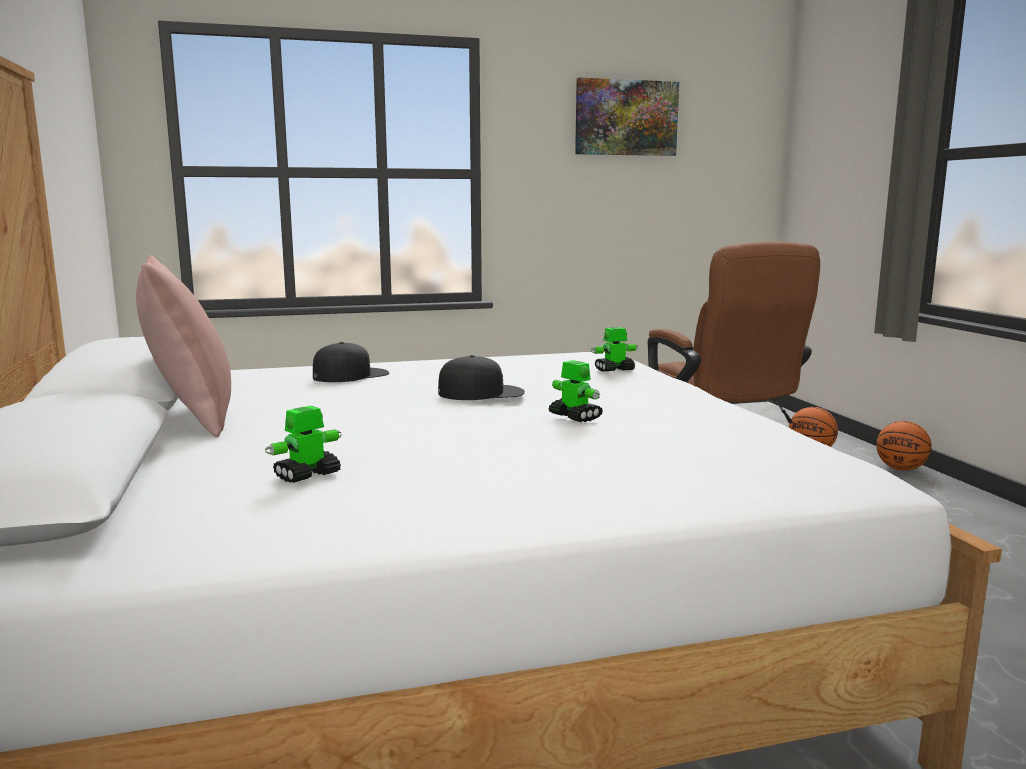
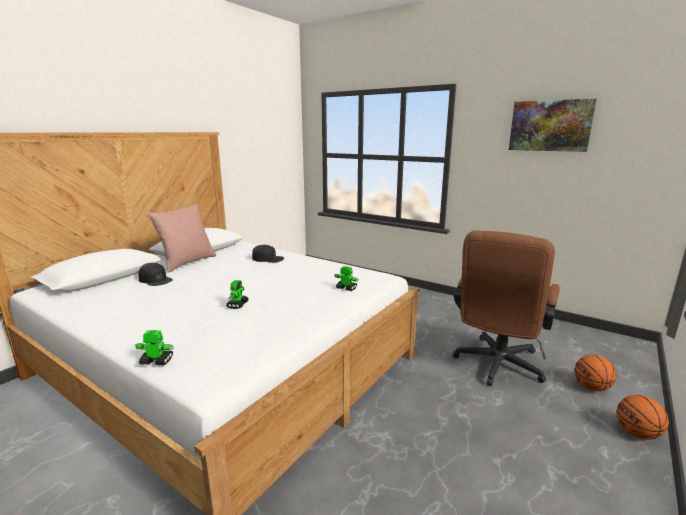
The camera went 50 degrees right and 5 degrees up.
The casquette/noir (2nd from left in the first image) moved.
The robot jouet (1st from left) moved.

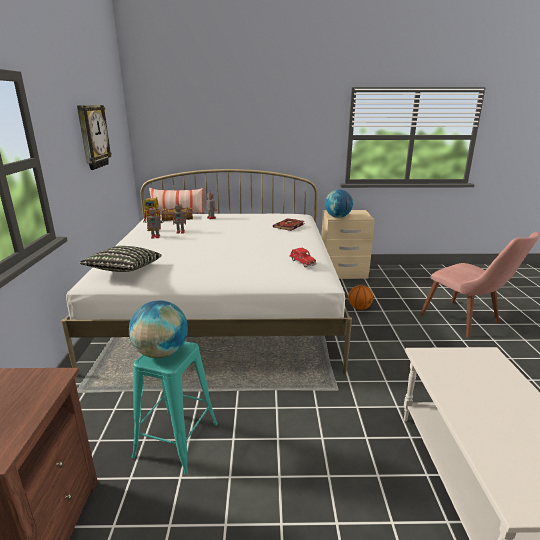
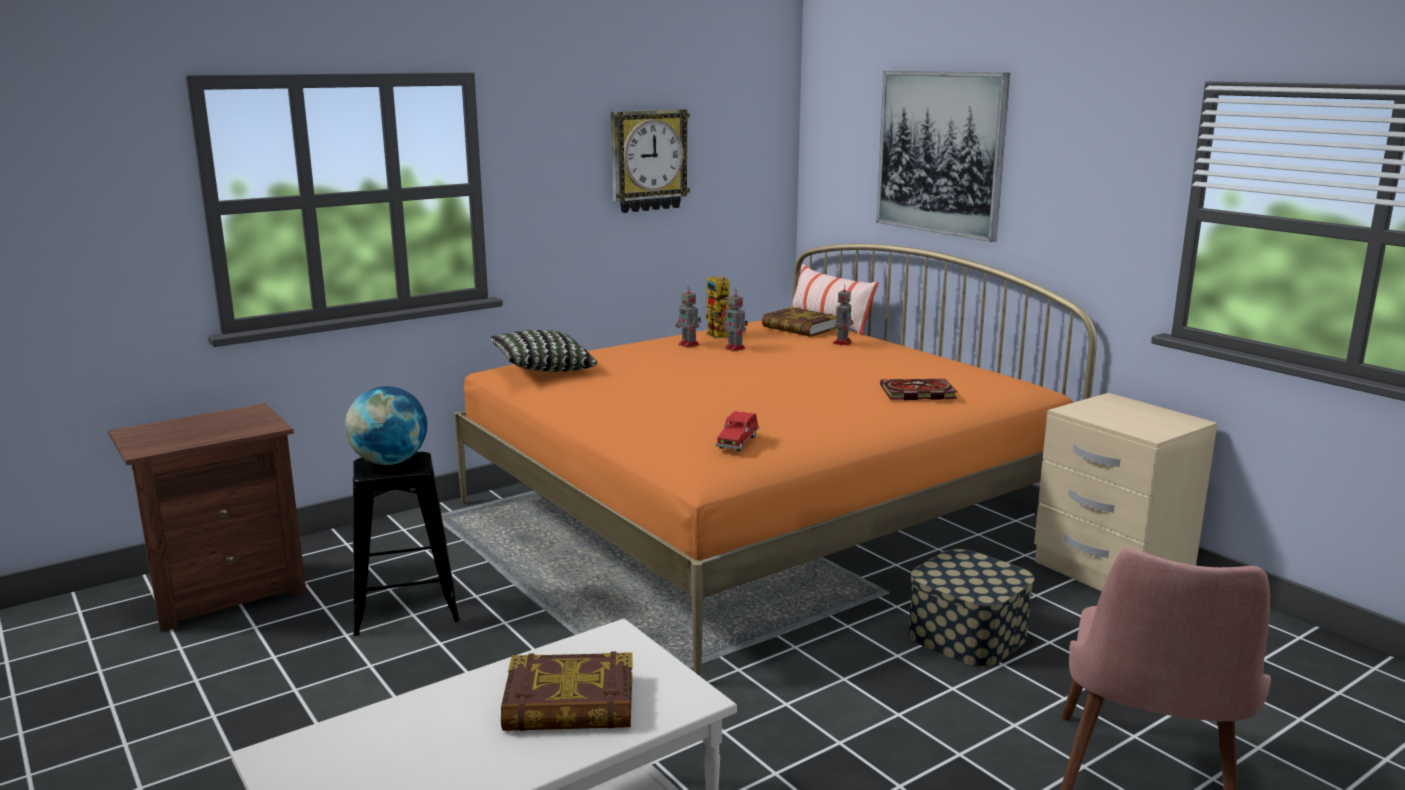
The camera went 55 degrees right and 5 degrees down.
The lit/blanc became the lit/orange.
The globe (2nd from left) disappeared.
The ballon de basket was replaced by the boîte de rangement.
The tabouret/turquoise became the tabouret/noir.
The tableau appeared.
The livre (1st from left) appeared.

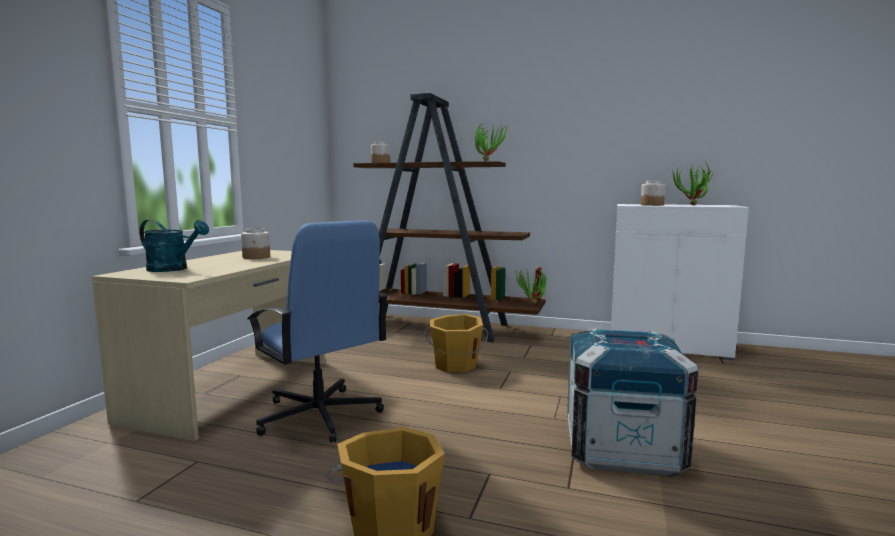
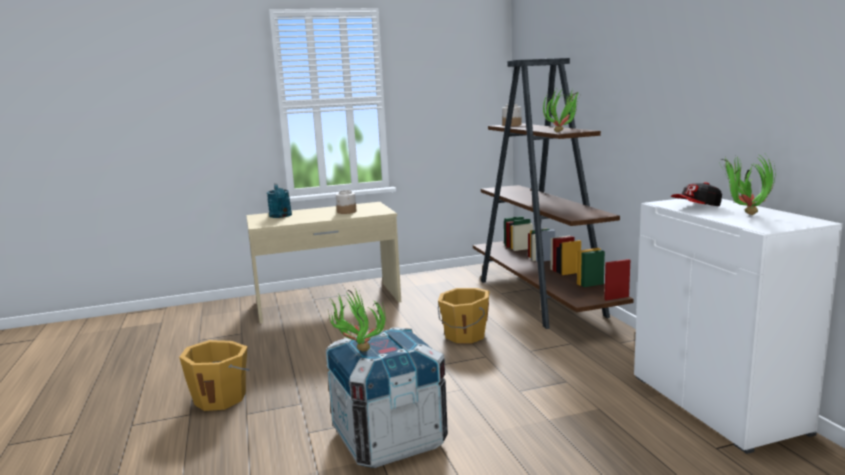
The camera went 55 degrees right and 5 degrees up.
The bocal (3rd from left) was replaced by the casquette.
The chaise de bureau/bleu disappeared.
The plante en pot (2nd from left in the first image) moved.

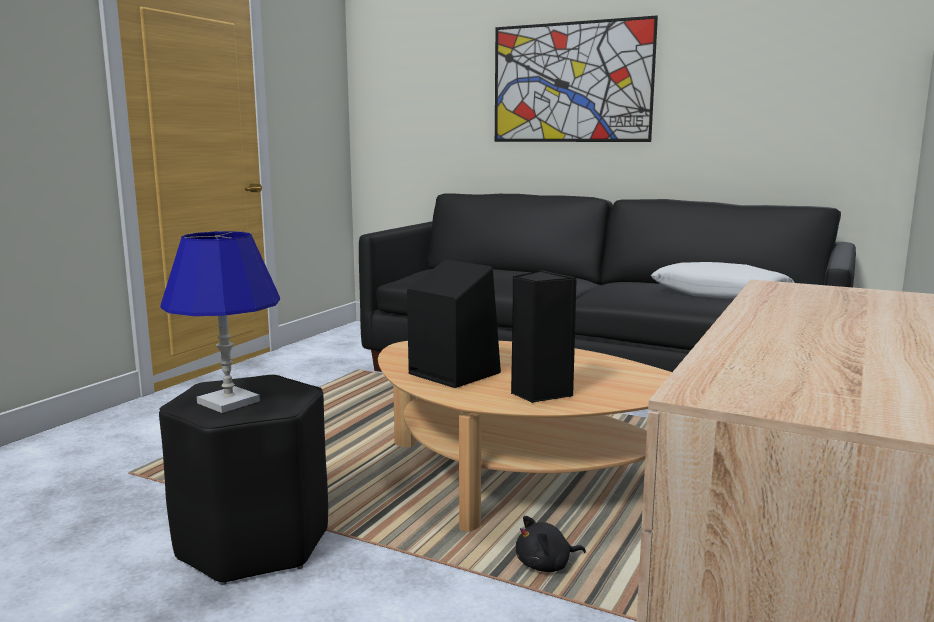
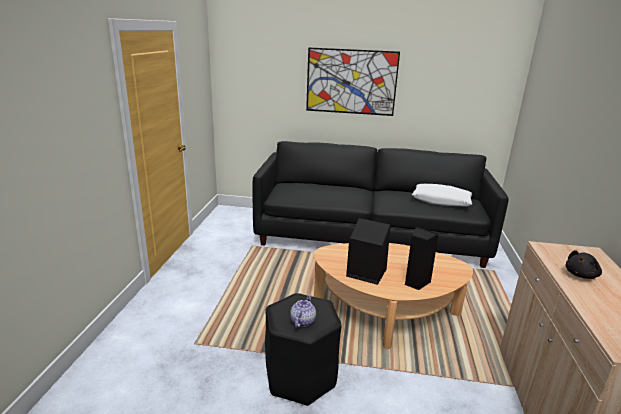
The camera went 20 degrees left and 10 degrees up.
The lampe de table/bleu was replaced by the théière.
The peluche/noir moved.

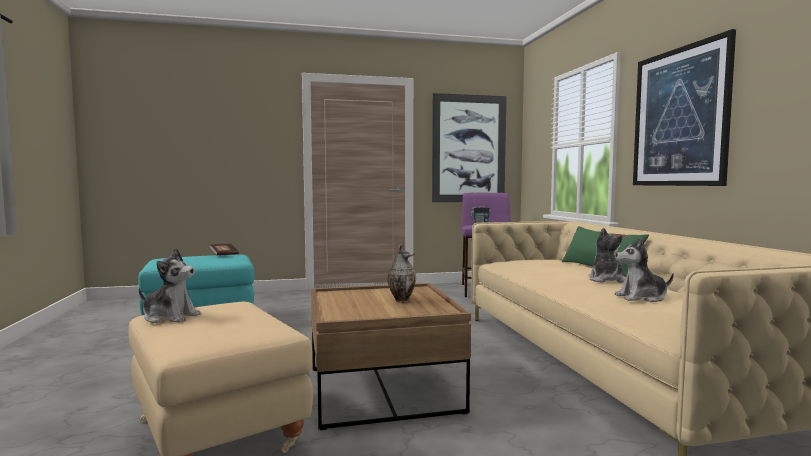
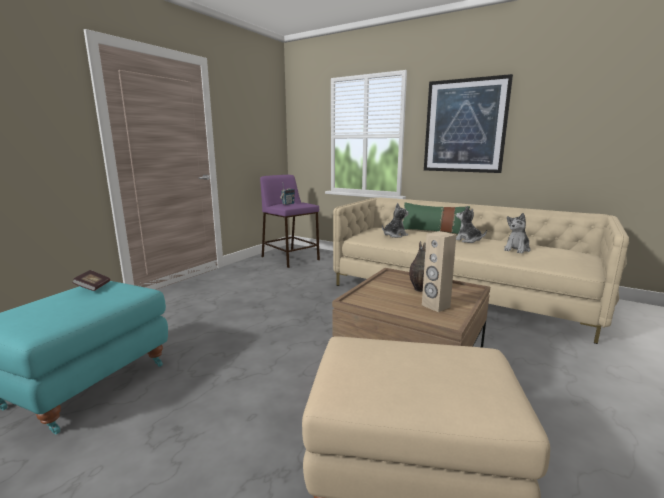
The camera went 45 degrees left and 10 degrees up.
The tableau (1st from left) disappeared.
The peluche (1st from left) moved.
The enceinte/beige appeared.

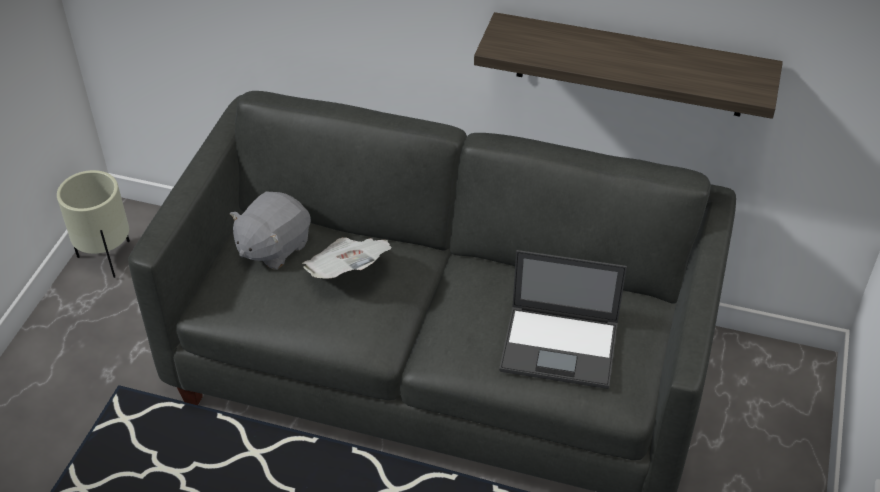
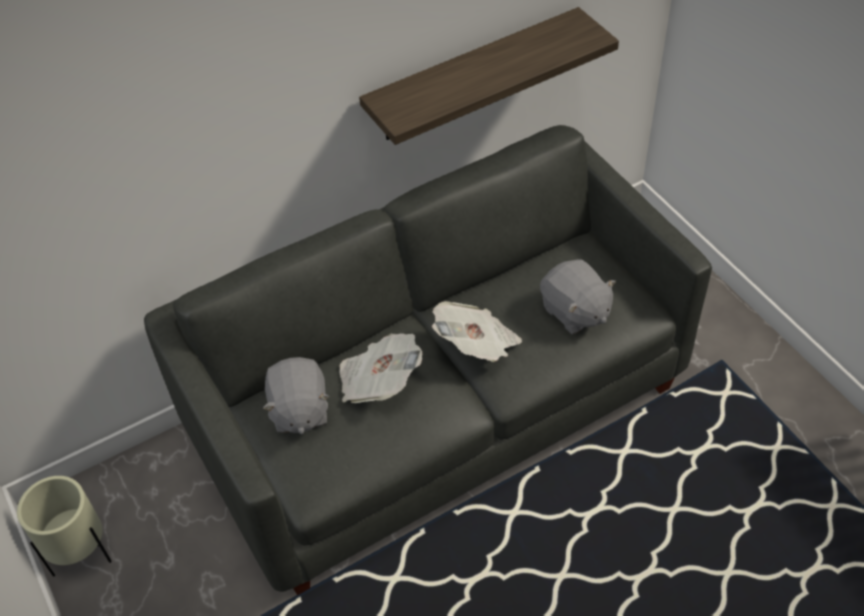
The camera went 45 degrees left and 5 degrees up.
The ordinateur portable was replaced by the peluche/gris (2nd from left).
The journal (2nd from left) appeared.

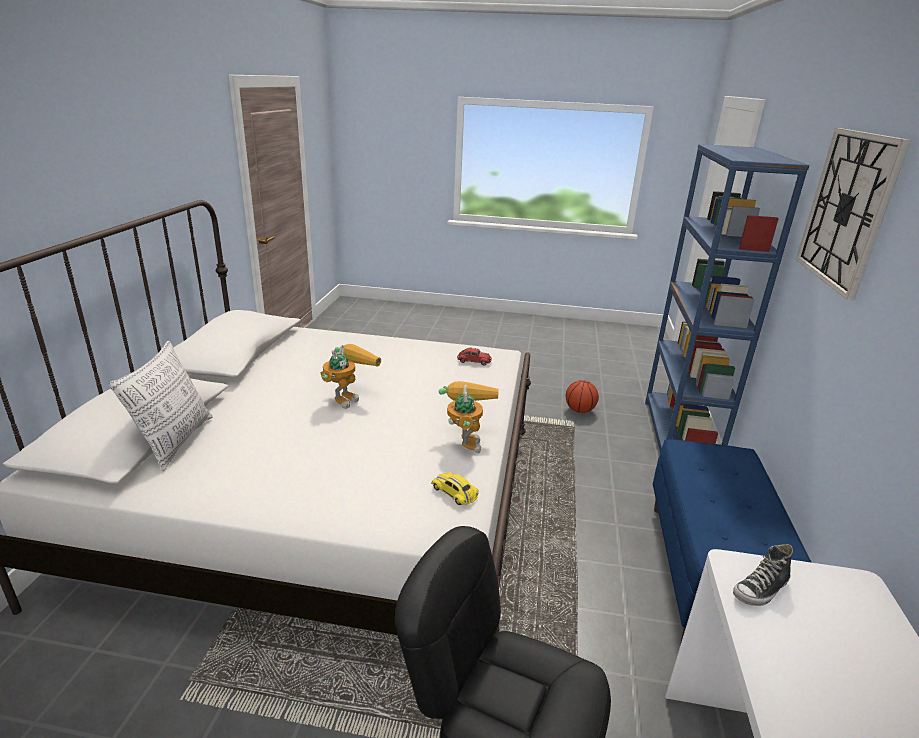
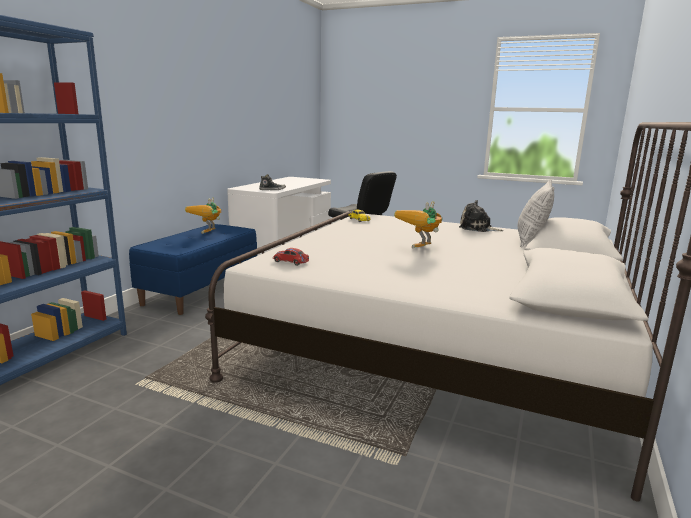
The camera went 165 degrees left and 10 degrees down.
The horloge murale disappeared.
The ballon de basket disappeared.
The robot jouet (2nd from left in the first image) moved.
The peluche appeared.

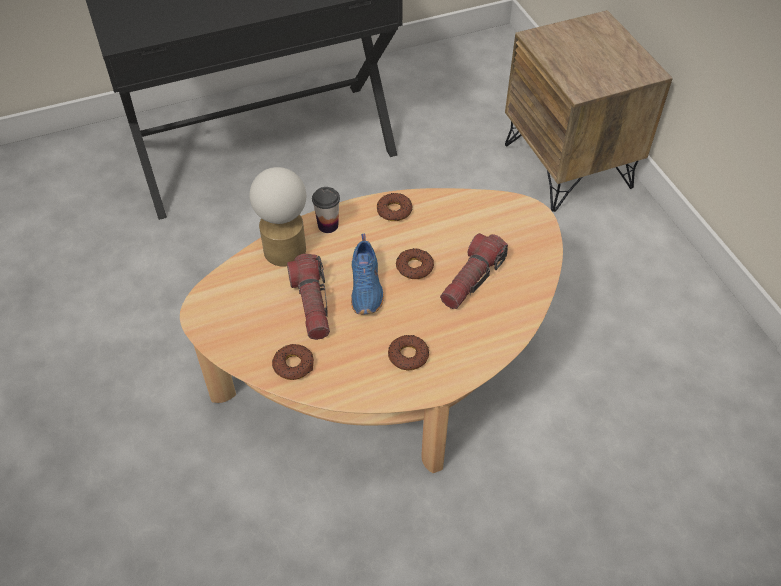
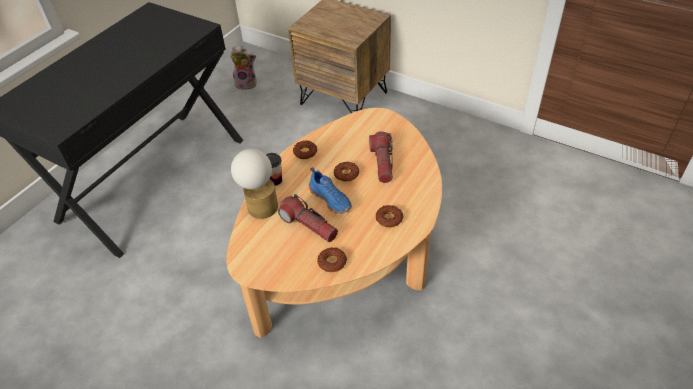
The camera went 35 degrees left and 5 degrees down.
The peluche appeared.

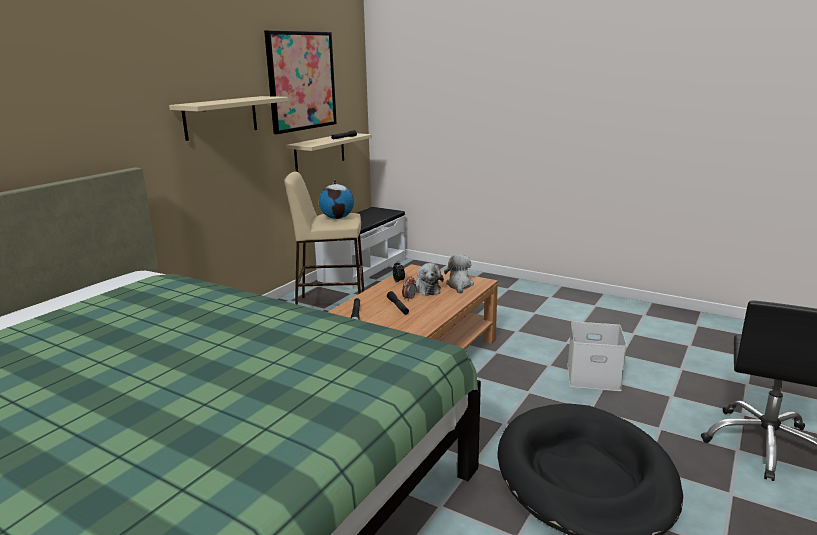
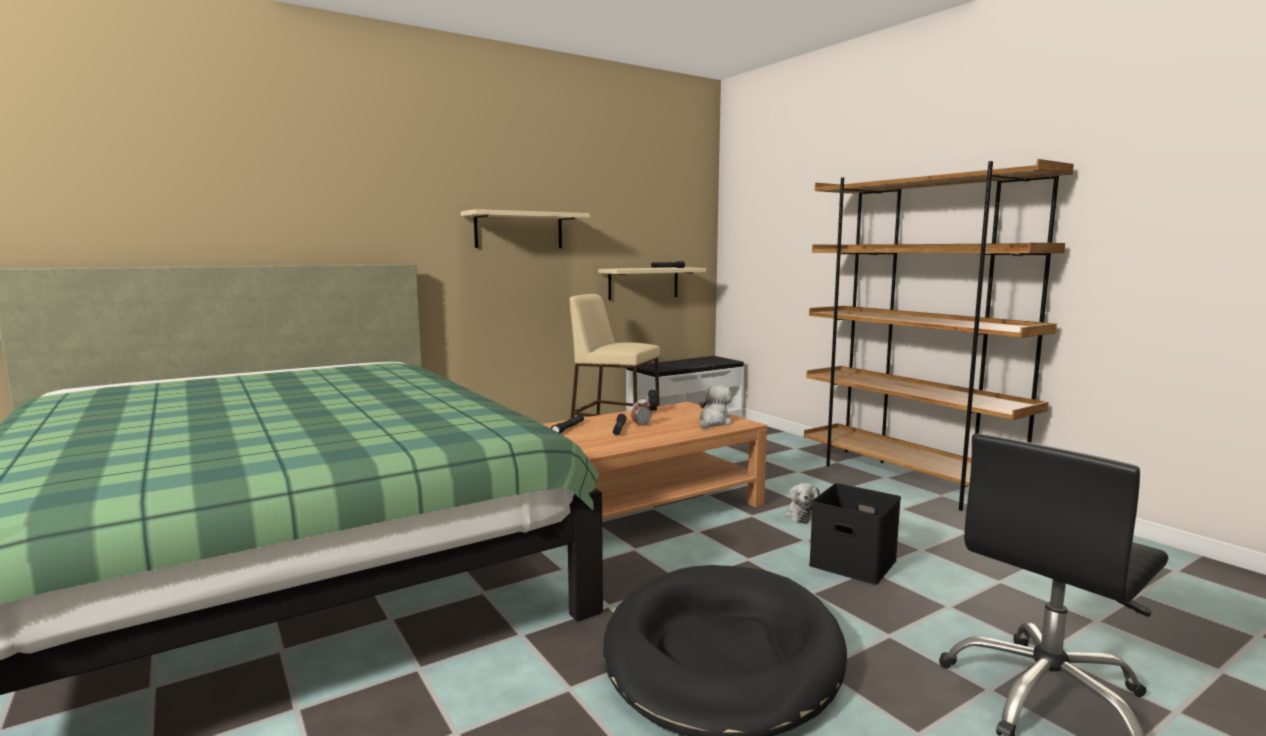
The camera went 25 degrees right and 10 degrees down.
The tableau disappeared.
The globe disappeared.
The peluche (1st from left in the first image) moved.
The boîte de rangement/blanc became the boîte de rangement/noir.
The bibliothèque/marron appeared.

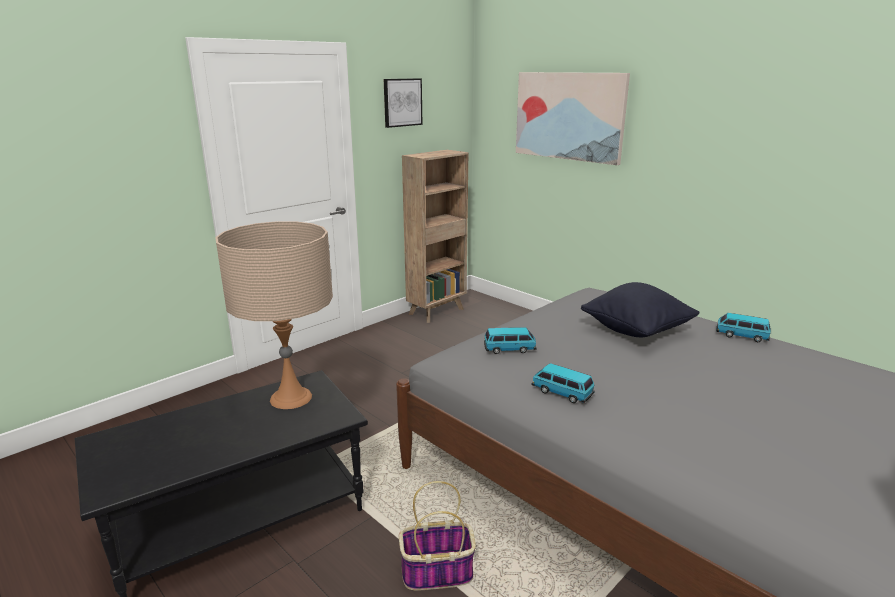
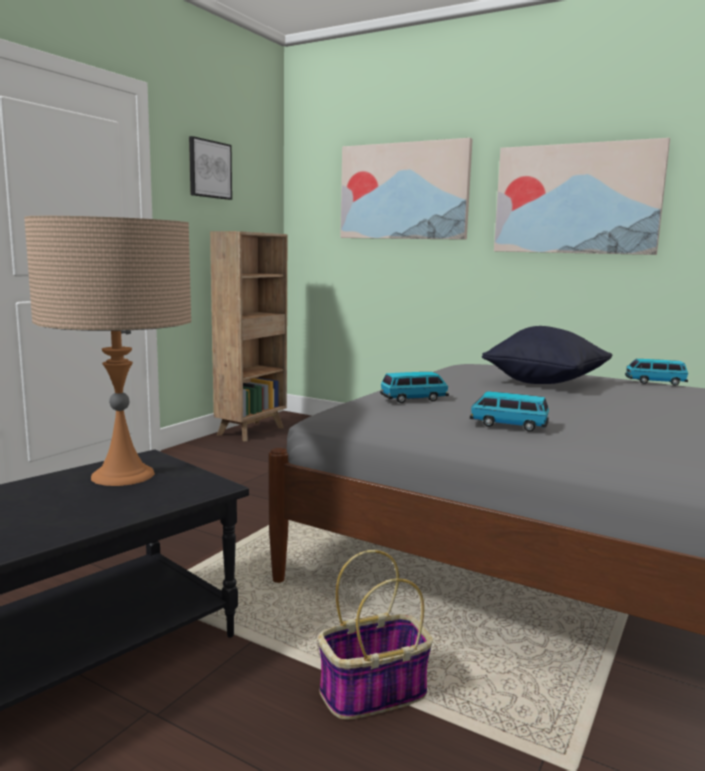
The camera went 15 degrees left and 10 degrees down.
The tableau (3rd from left) appeared.

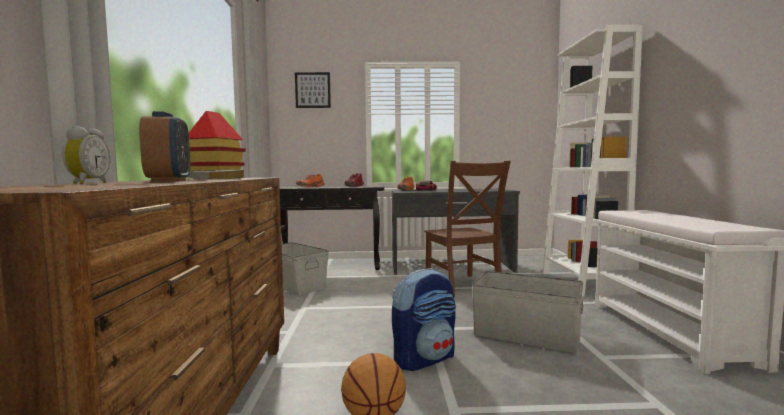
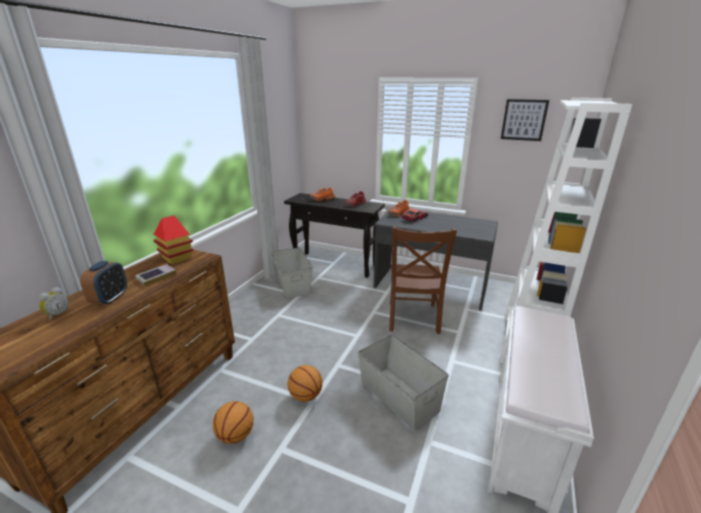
The camera went 25 degrees right and 20 degrees up.
The tableau moved.
The sac à dos was replaced by the ballon de basket (2nd from left).

